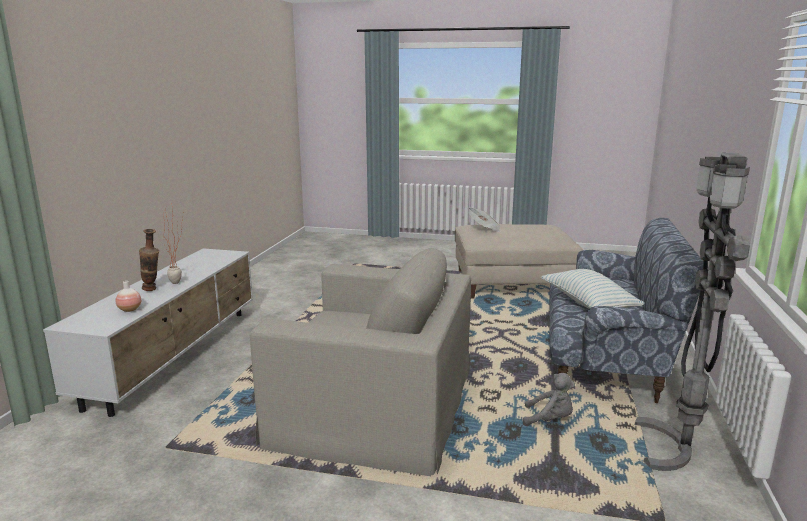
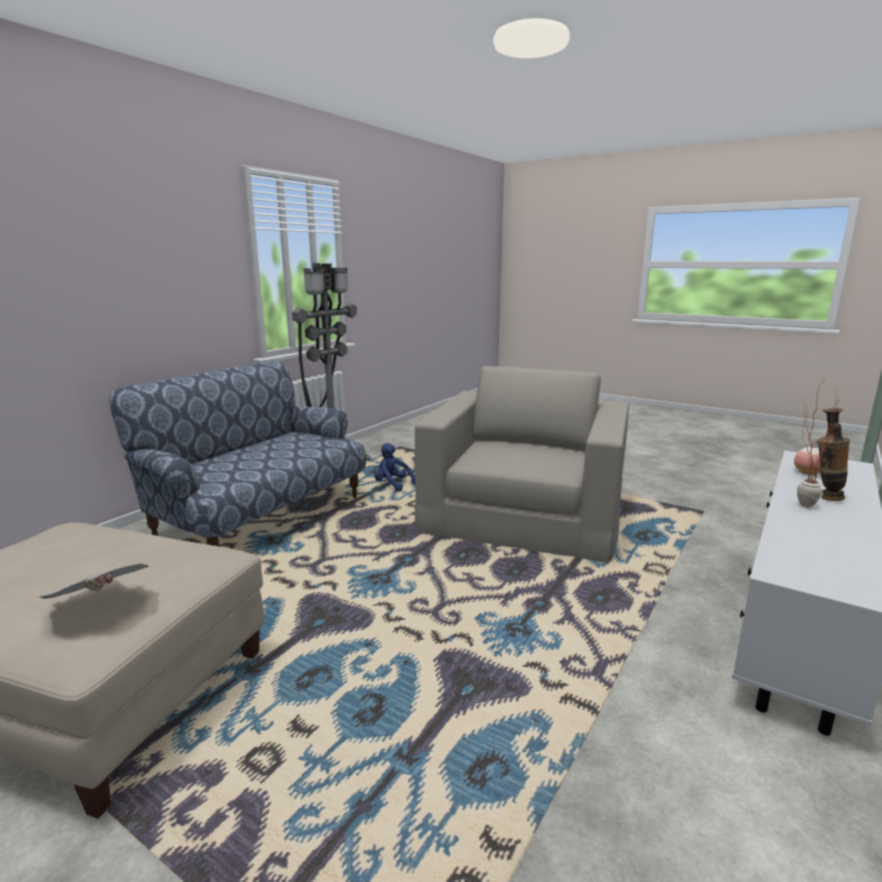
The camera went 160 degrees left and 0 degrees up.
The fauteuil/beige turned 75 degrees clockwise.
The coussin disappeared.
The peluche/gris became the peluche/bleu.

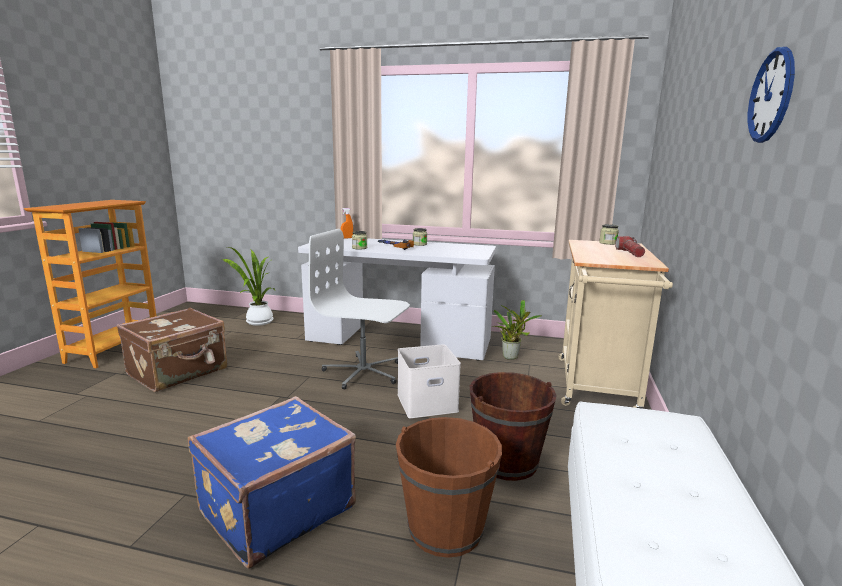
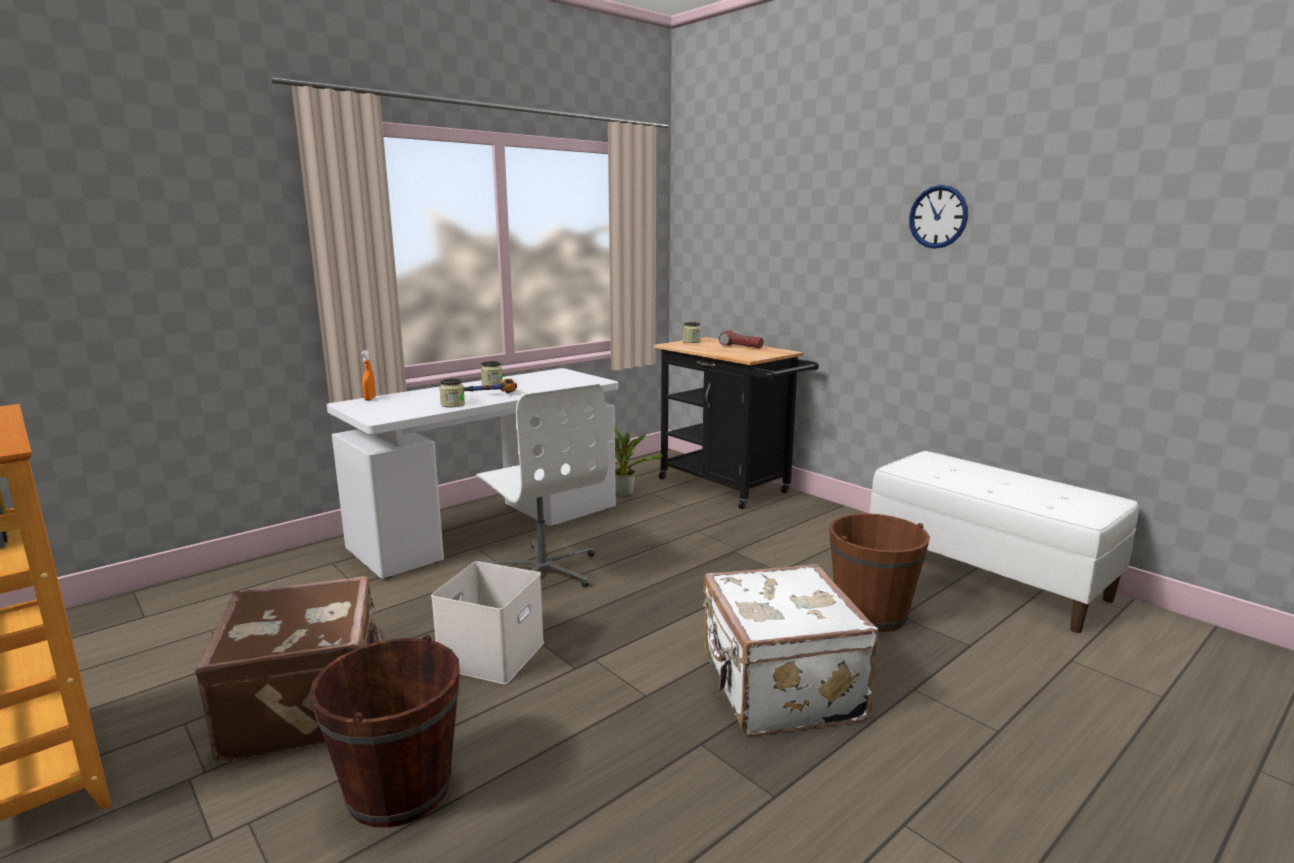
The camera went 55 degrees left and 0 degrees up.
The chaise de bureau/blanc turned 90 degrees counterclockwise.
The chariot/beige became the chariot/noir.
The plante en pot (1st from left) disappeared.
The boîte de rangement/blanc moved.
The seau/marron (2nd from left in the first image) moved.
The valise/bleu became the valise/blanc.

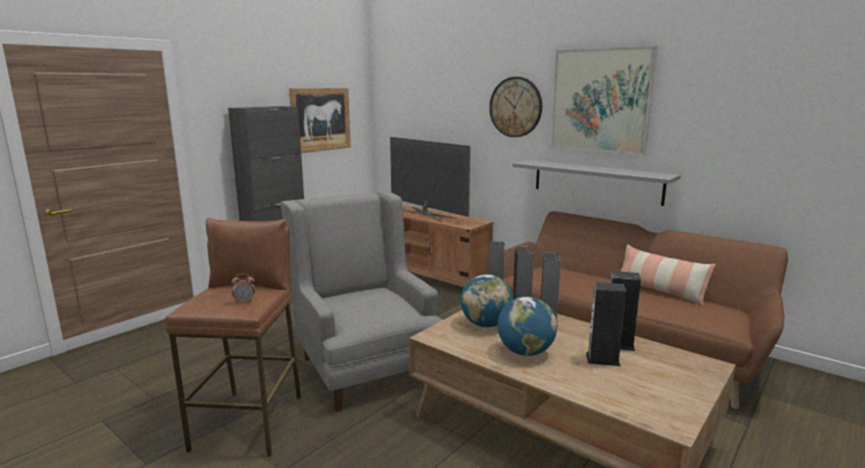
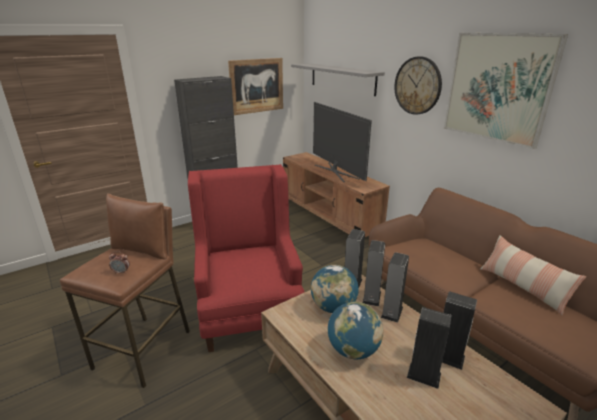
The camera went 15 degrees right and 10 degrees up.
The étagère/gris moved.
The fauteuil/gris became the fauteuil/rouge.

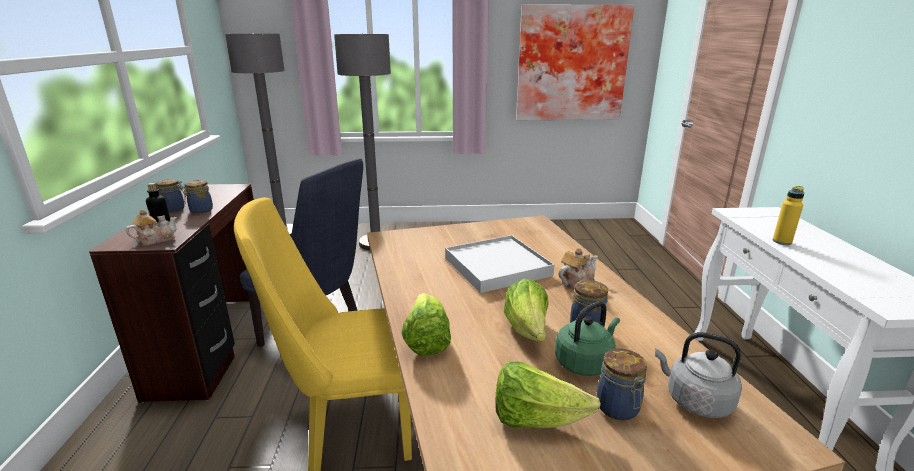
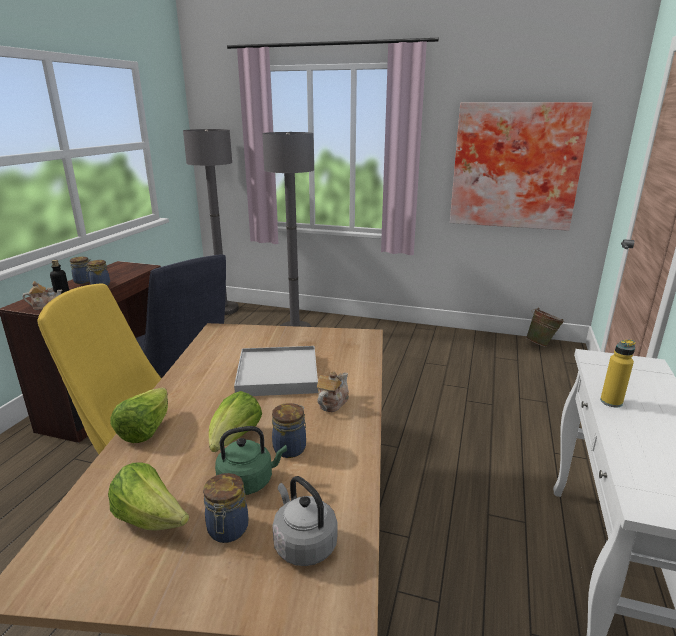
The camera went 20 degrees right and 0 degrees up.
The théière (2nd from left) turned 45 degrees counterclockwise.
The seau/vert appeared.

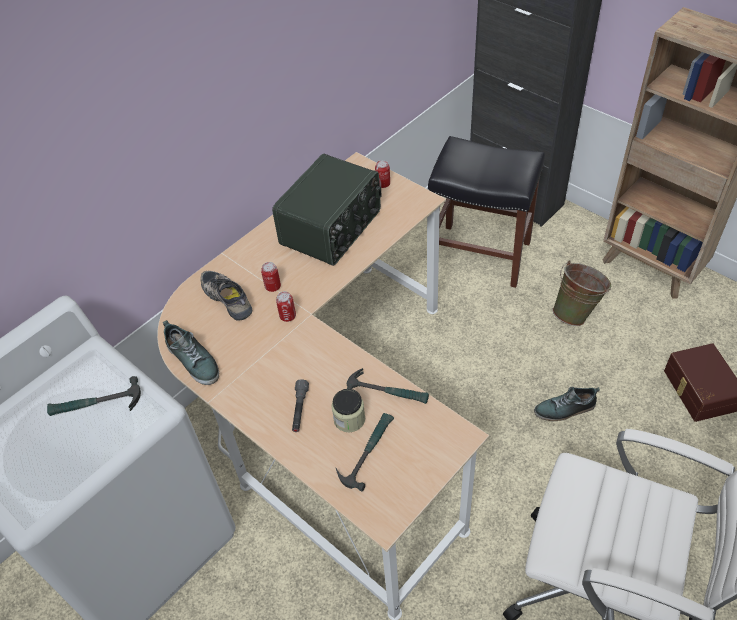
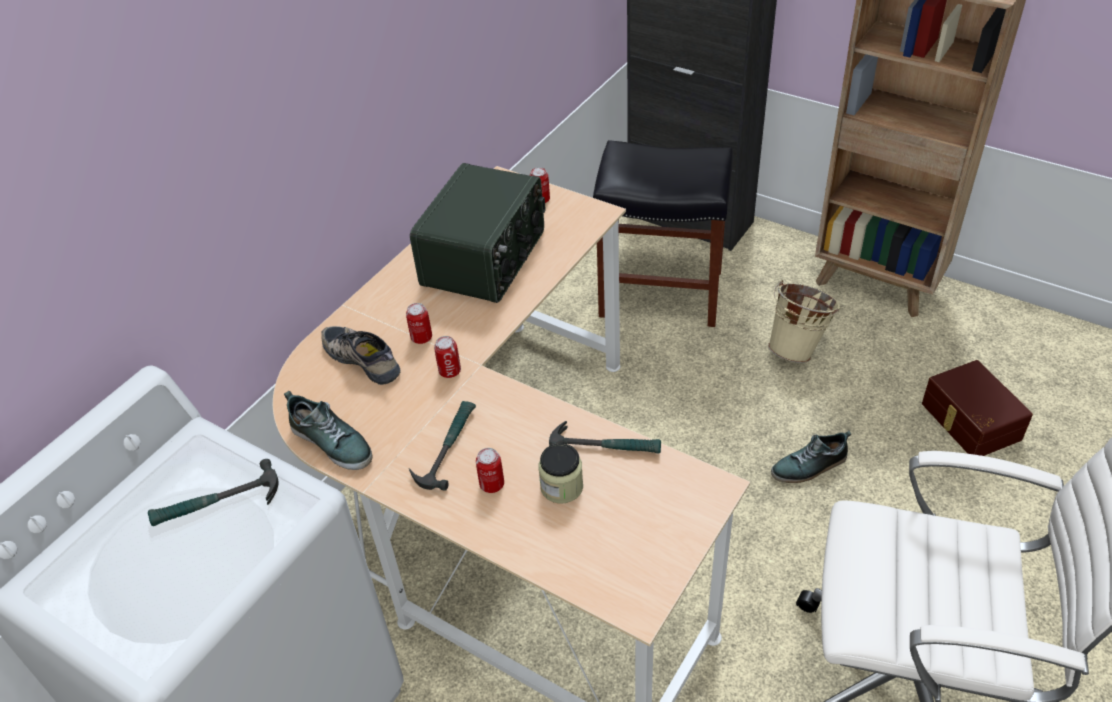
The camera went 10 degrees left and 5 degrees down.
The seau/vert became the seau/beige.
The lampe de poche/gris was replaced by the boîte métallique (3rd from left).
The marteau (2nd from left) moved.

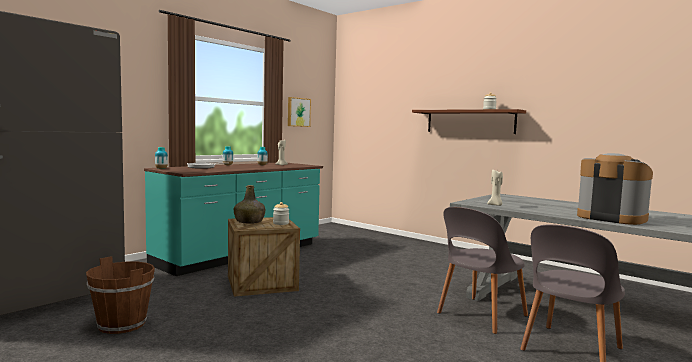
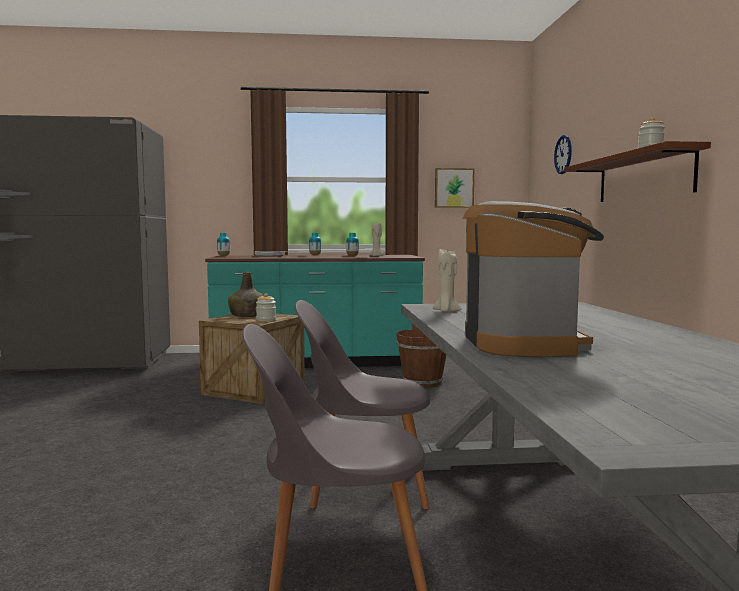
The camera went 45 degrees right and 0 degrees up.
The seau/marron moved.
The horloge murale appeared.

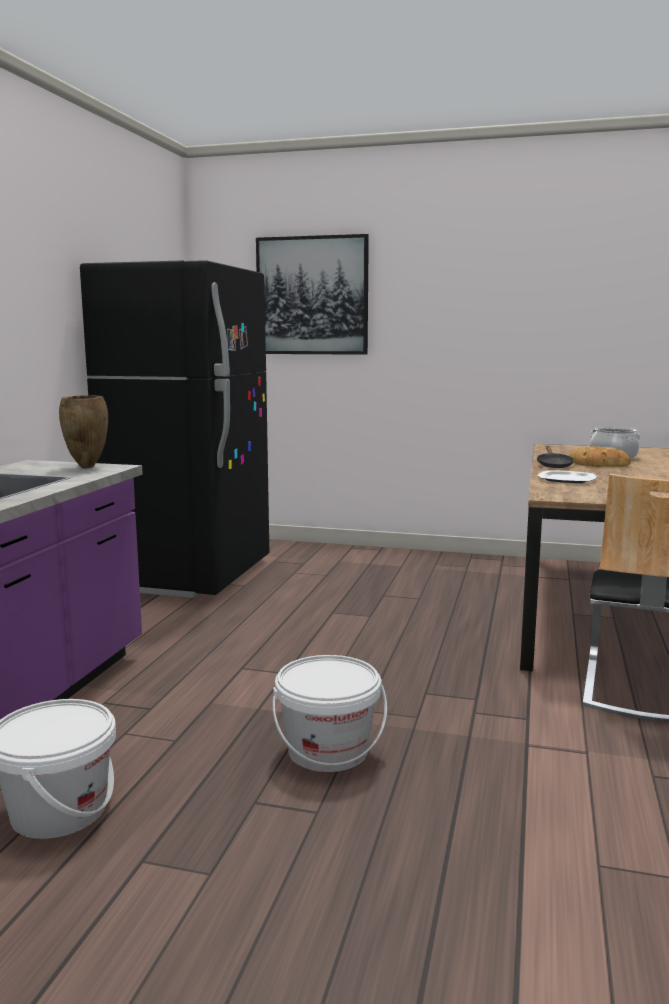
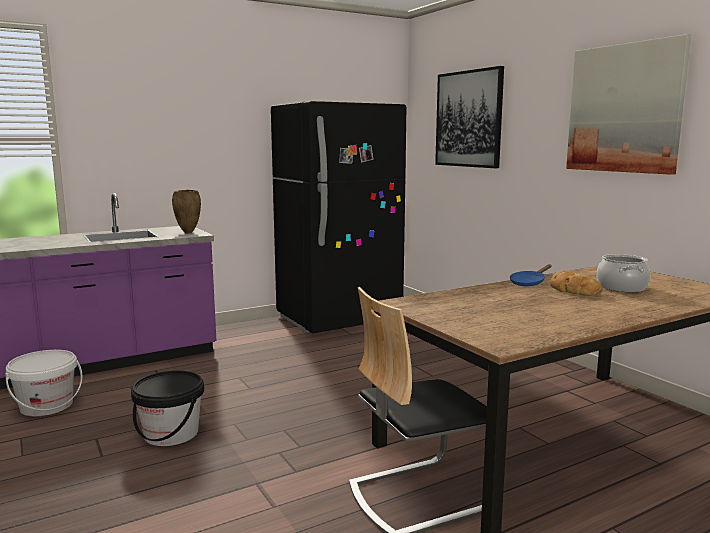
The camera went 45 degrees right and 0 degrees up.
The poêle/noir became the poêle/bleu.
The assiette disappeared.
The seau/blanc (2nd from left) became the seau/noir.
The tableau (2nd from left) appeared.

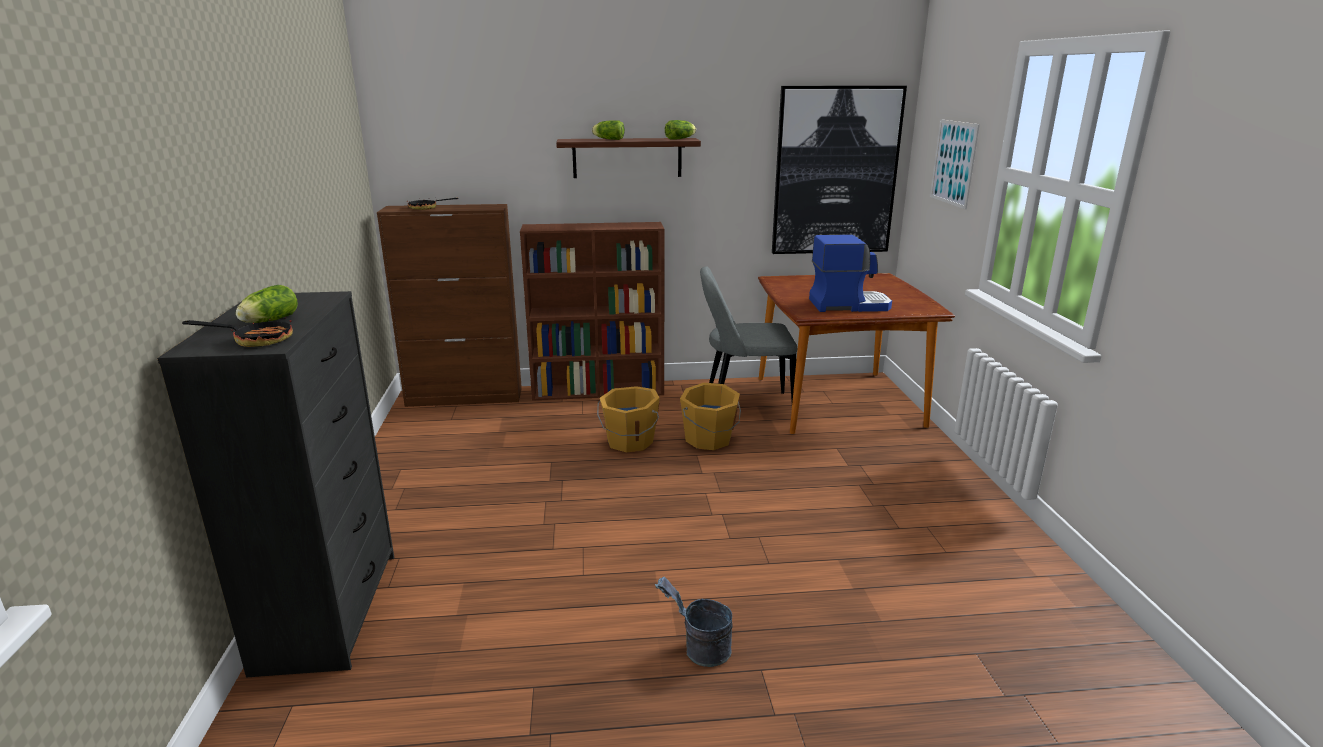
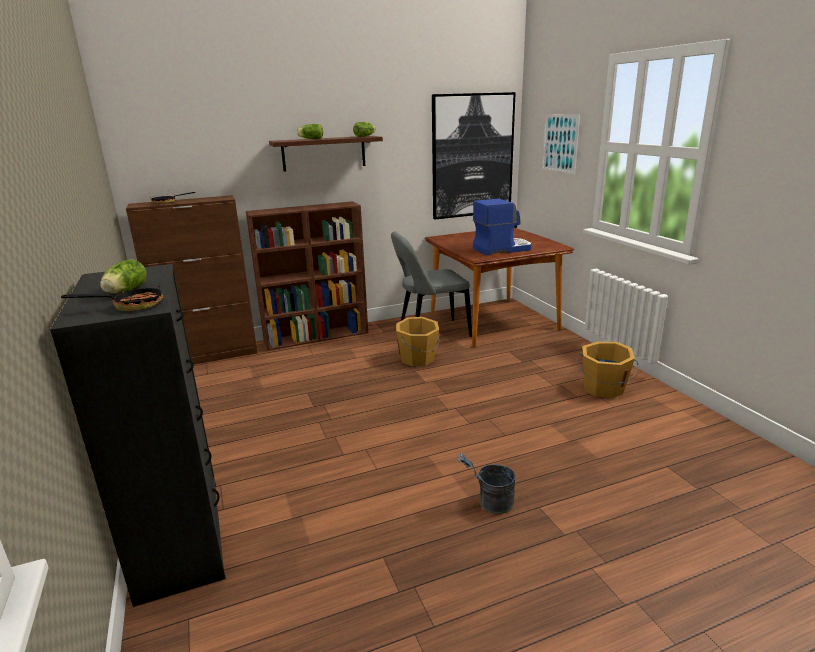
The camera went 15 degrees left and 0 degrees up.
The seau/orange (1st from left in the first image) moved.

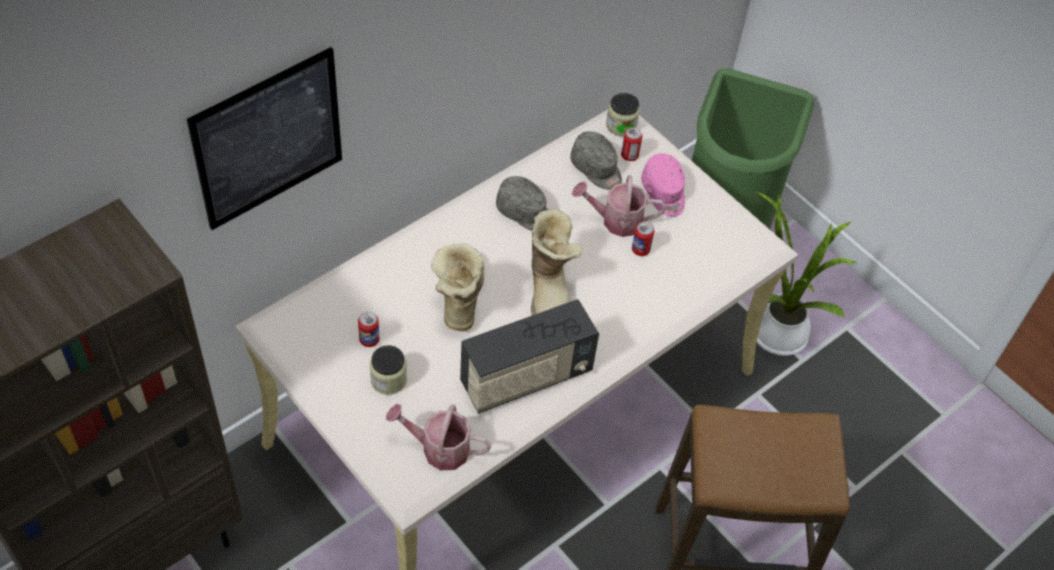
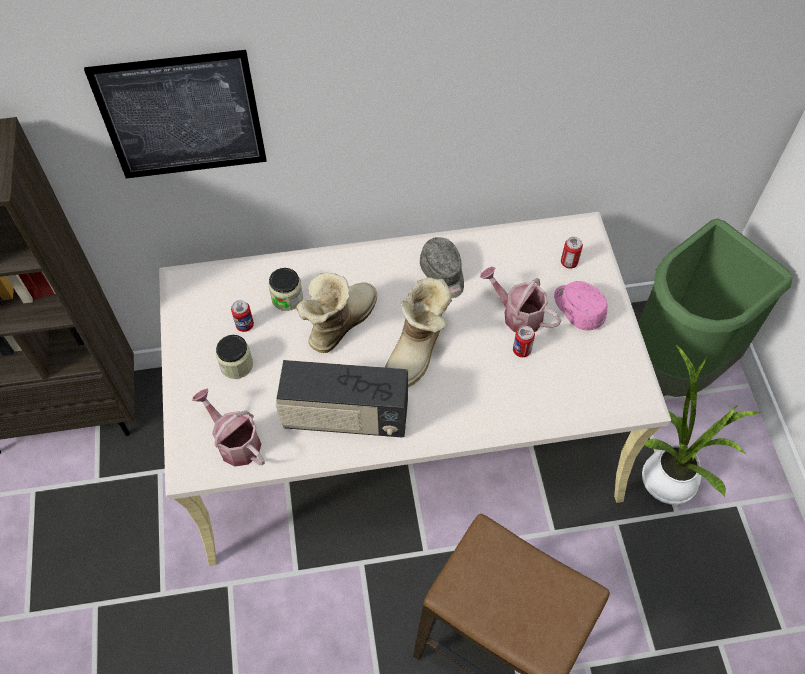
The camera went 35 degrees right and 5 degrees up.
The bocal (2nd from left) moved.
The casquette/gris (2nd from left) disappeared.
The casquette/rose turned 135 degrees clockwise.

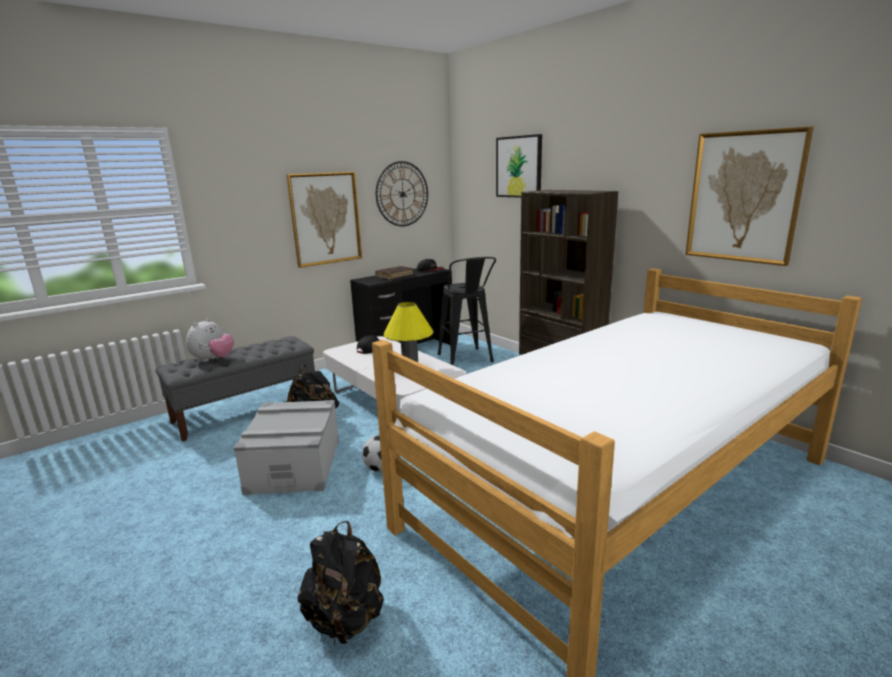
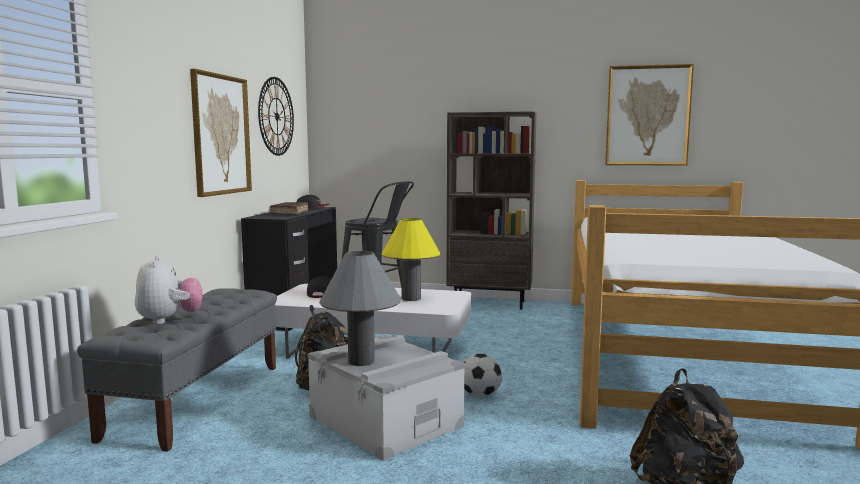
The camera went 40 degrees left and 10 degrees down.
The tableau (2nd from left) disappeared.
The lampe de table/gris appeared.

